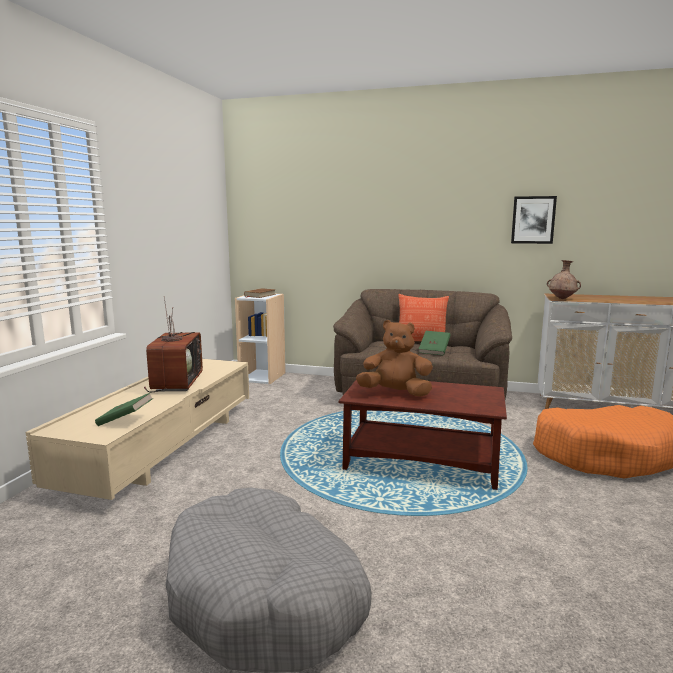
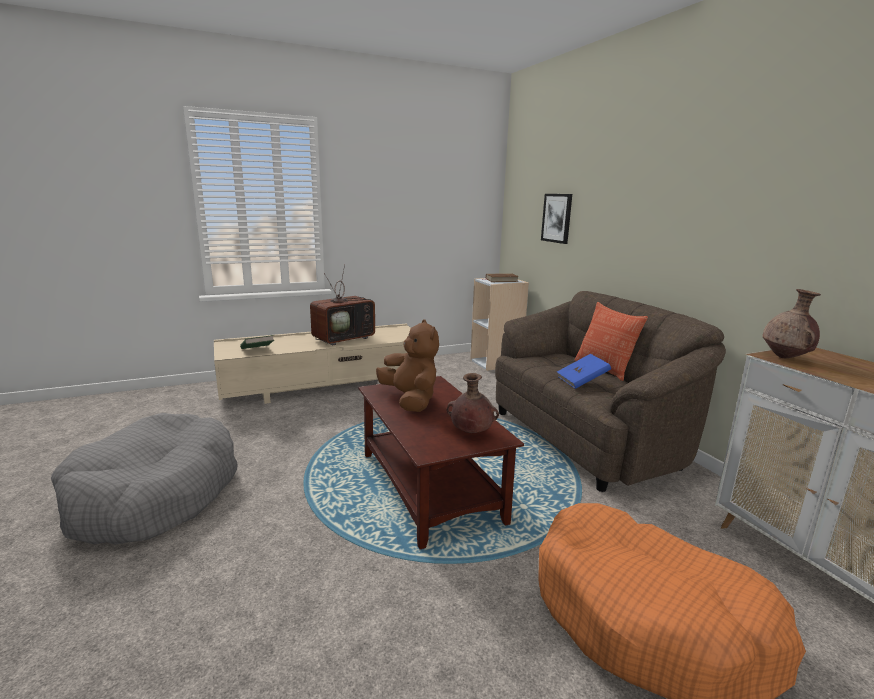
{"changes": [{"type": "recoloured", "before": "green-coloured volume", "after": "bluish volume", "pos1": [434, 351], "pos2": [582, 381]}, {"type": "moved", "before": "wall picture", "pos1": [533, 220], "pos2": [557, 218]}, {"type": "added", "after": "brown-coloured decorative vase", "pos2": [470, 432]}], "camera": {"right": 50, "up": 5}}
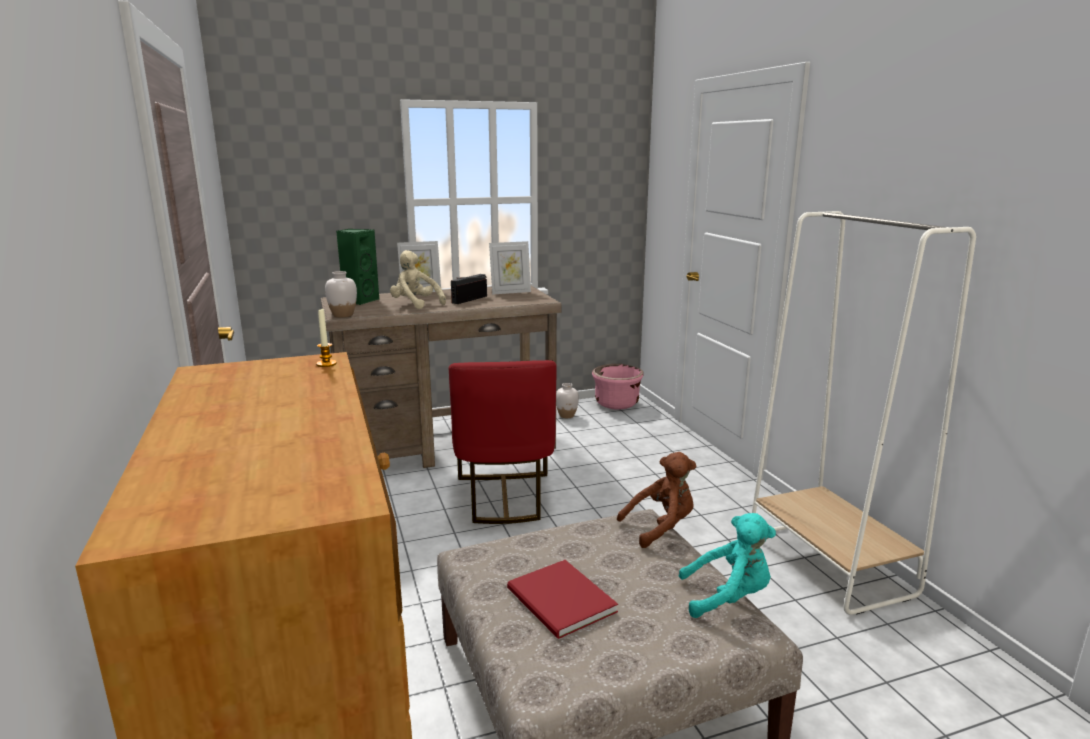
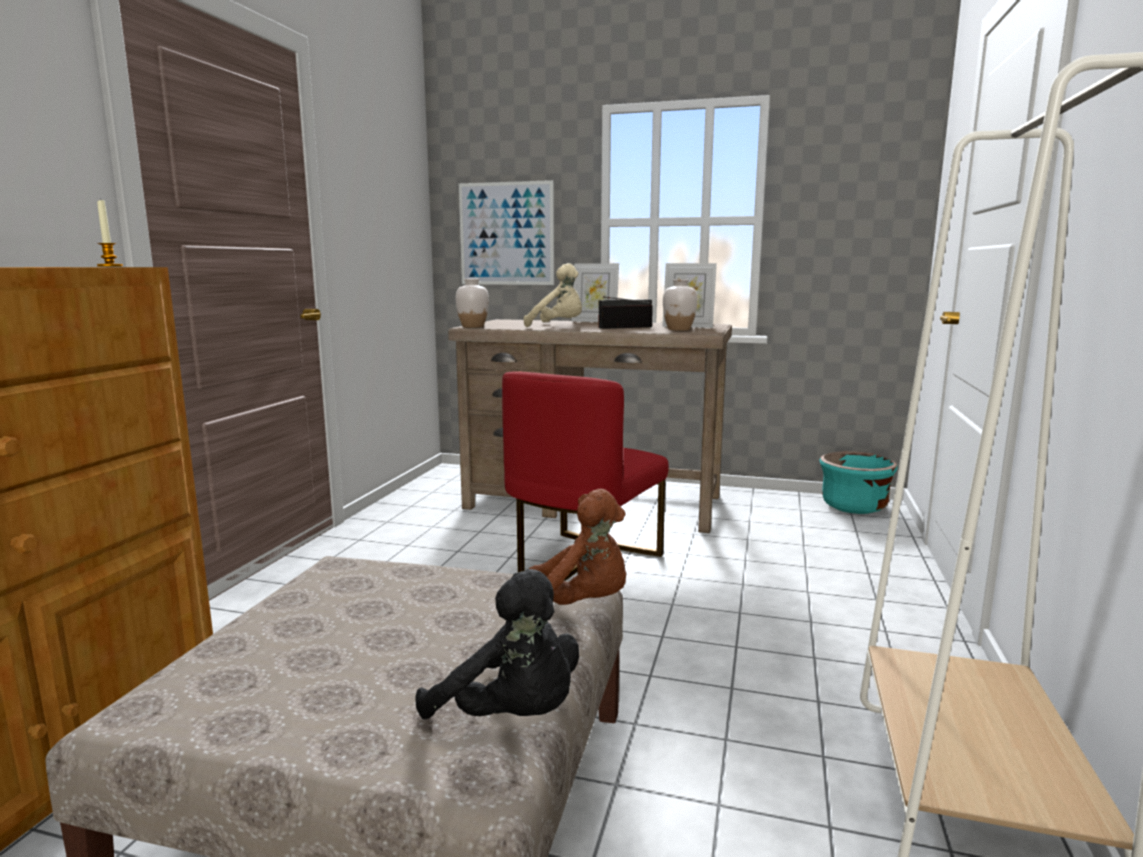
{"changes": [{"type": "removed", "before": "green-coloured speaker", "pos1": [360, 300]}, {"type": "turned", "before": "beige-coloured plush toy", "pos1": [415, 305], "pos2": [559, 326], "turn": 135}, {"type": "removed", "before": "red-coloured volume", "pos1": [560, 603]}, {"type": "moved", "before": "whitish decorative vase", "pos1": [566, 415], "pos2": [679, 329]}, {"type": "recoloured", "before": "pink-coloured planter", "after": "blue-green planter", "pos1": [616, 403], "pos2": [854, 506]}, {"type": "recoloured", "before": "blue-green plush toy", "after": "black-coloured plush toy", "pos1": [728, 598], "pos2": [512, 716]}, {"type": "added", "after": "wall picture", "pos2": [506, 234]}], "camera": {"right": 35, "up": -5}}
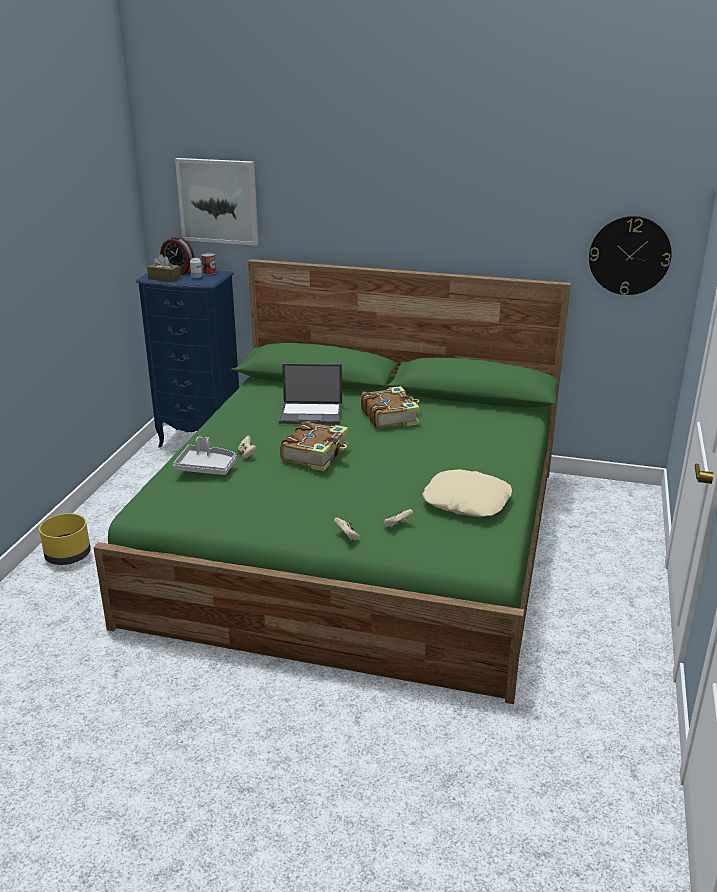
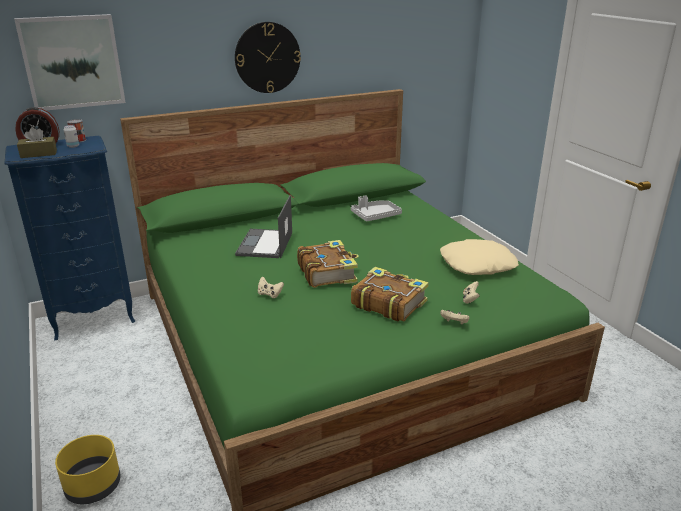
{"changes": [{"type": "moved", "before": "gray serving tray", "pos1": [206, 467], "pos2": [375, 216]}, {"type": "turned", "before": "portable computer", "pos1": [312, 413], "pos2": [265, 244], "turn": 135}, {"type": "moved", "before": "volume", "pos1": [390, 416], "pos2": [388, 303]}, {"type": "moved", "before": "wall clock", "pos1": [629, 255], "pos2": [267, 57]}], "camera": {"right": -40, "up": 0}}
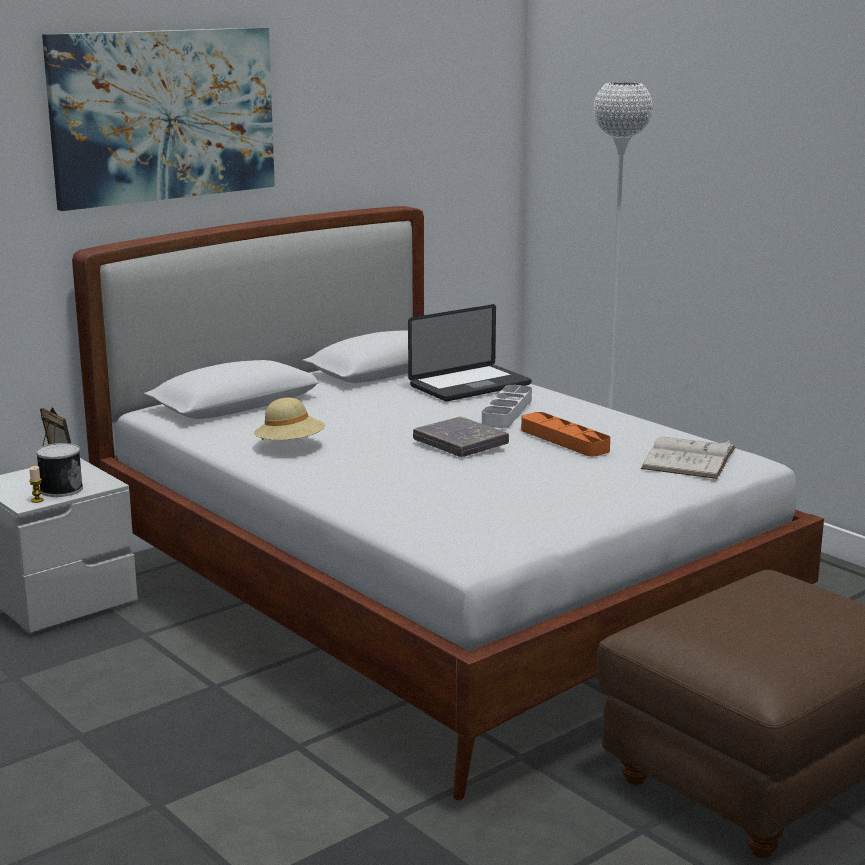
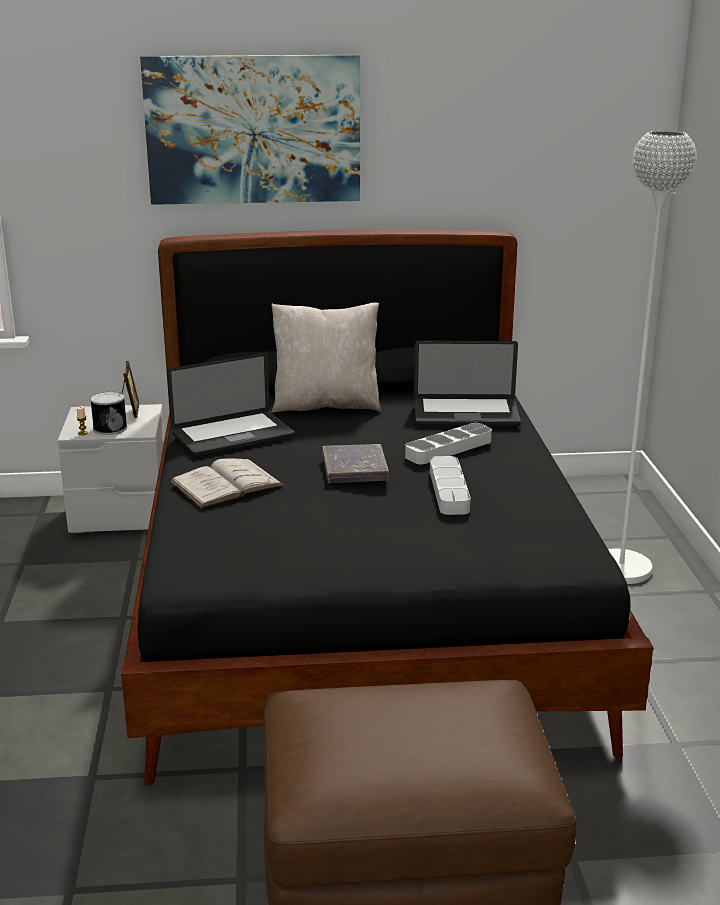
{"changes": [{"type": "recoloured", "before": "whitish bed", "after": "black-coloured bed", "pos1": [433, 603], "pos2": [361, 604]}, {"type": "replaced", "before": "beige-coloured clothing hat", "after": "portable computer", "pos1": [290, 446], "pos2": [233, 436]}, {"type": "recoloured", "before": "orange serving tray", "after": "gray serving tray", "pos1": [564, 440], "pos2": [449, 490]}, {"type": "moved", "before": "whitish volume", "pos1": [689, 458], "pos2": [226, 483]}, {"type": "added", "after": "beige-coloured throw pillow", "pos2": [326, 405]}], "camera": {"right": 35, "up": 5}}
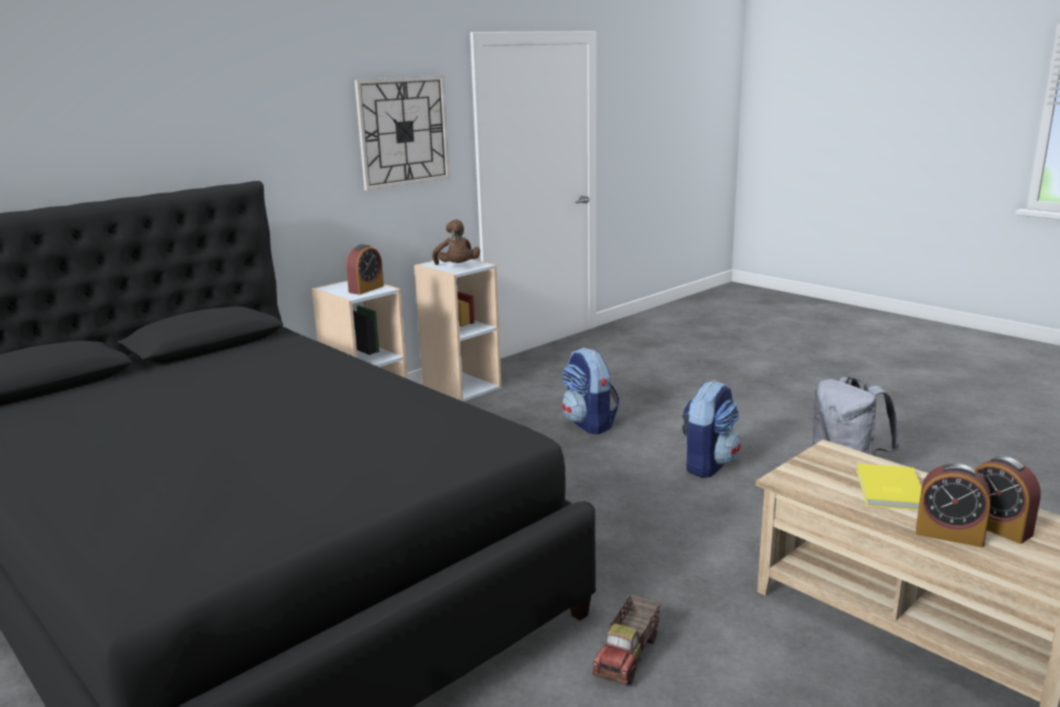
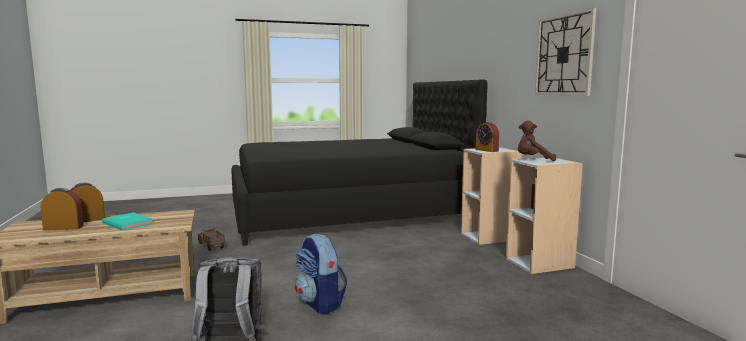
{"changes": [{"type": "removed", "before": "backpack", "pos1": [589, 424]}, {"type": "recoloured", "before": "yellow volume", "after": "blue-green volume", "pos1": [888, 490], "pos2": [129, 222]}], "camera": {"right": 115, "up": -10}}
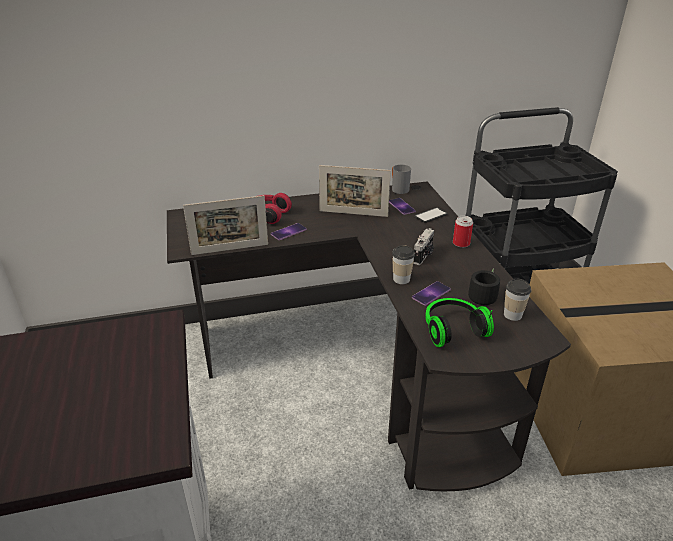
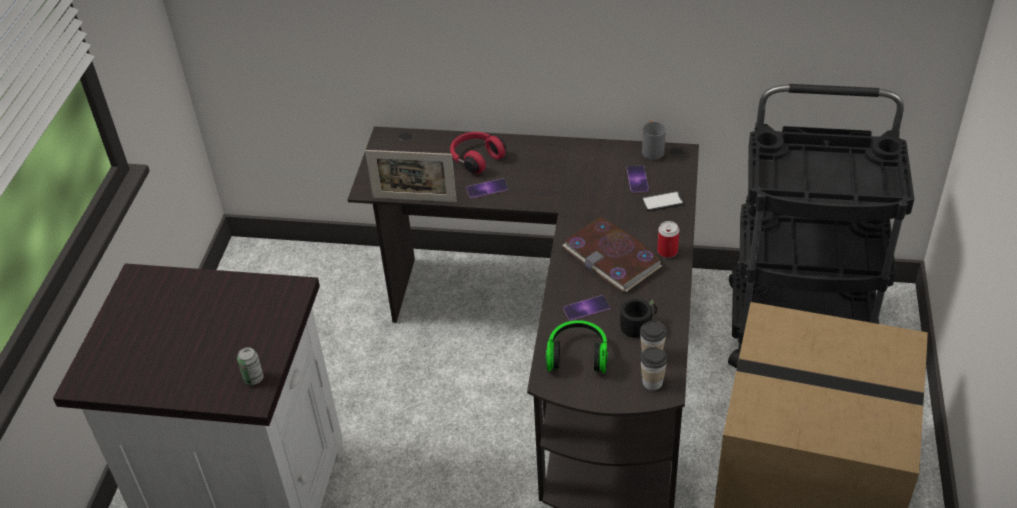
{"changes": [{"type": "removed", "before": "standing frame", "pos1": [353, 213]}, {"type": "moved", "before": "small cup", "pos1": [401, 279], "pos2": [652, 382]}, {"type": "replaced", "before": "photo camera", "after": "volume", "pos1": [423, 256], "pos2": [613, 258]}, {"type": "added", "after": "sealed can", "pos2": [253, 378]}], "camera": {"right": 25, "up": 10}}
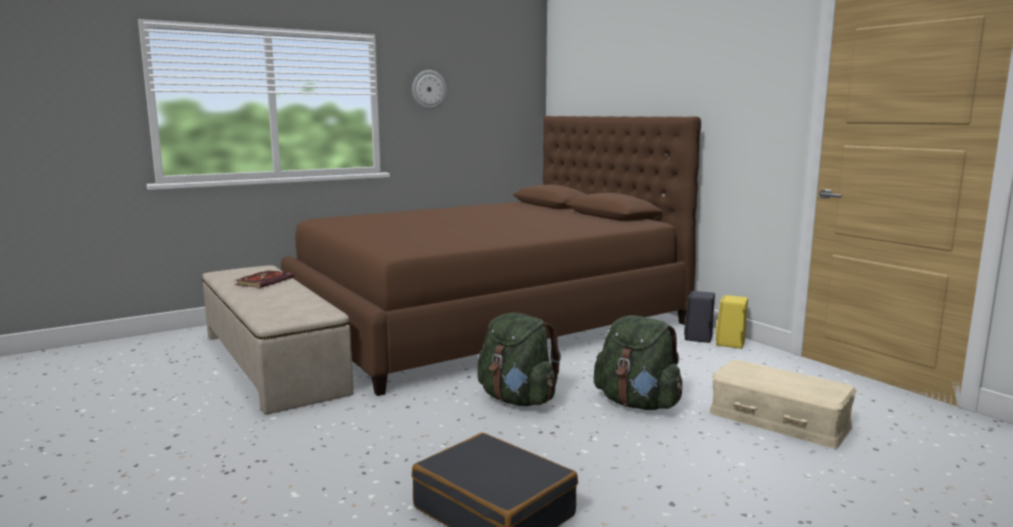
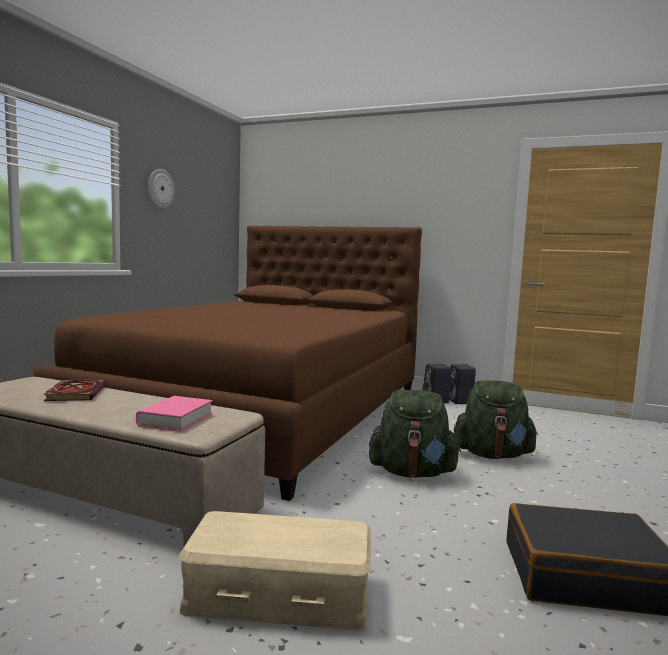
{"changes": [{"type": "moved", "before": "beige-coloured storage container", "pos1": [779, 419], "pos2": [279, 592]}, {"type": "recoloured", "before": "yellow speaker", "after": "black-coloured speaker", "pos1": [730, 344], "pos2": [460, 401]}, {"type": "added", "after": "pink-coloured volume", "pos2": [175, 419]}], "camera": {"right": -35, "up": -5}}
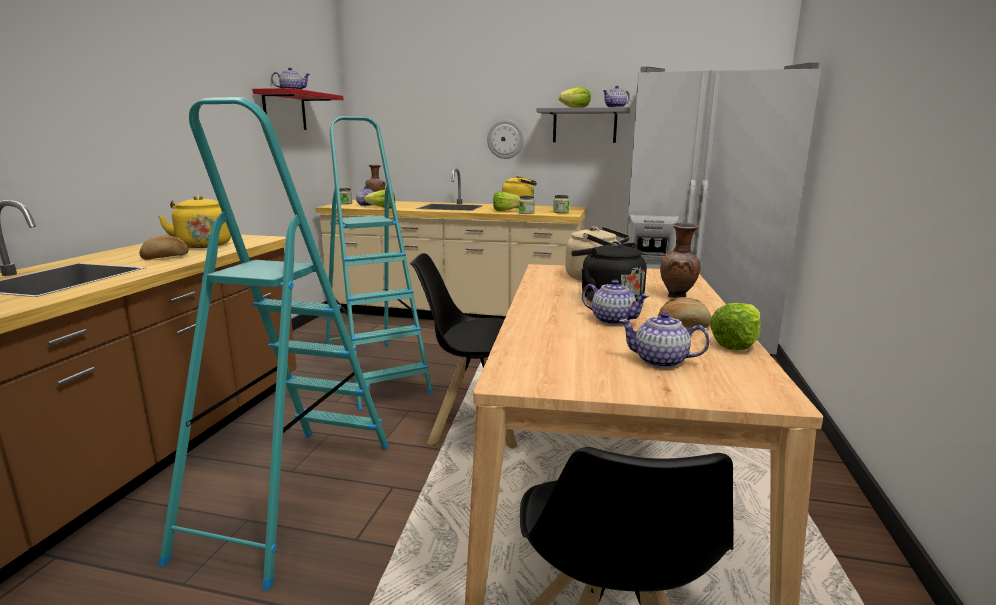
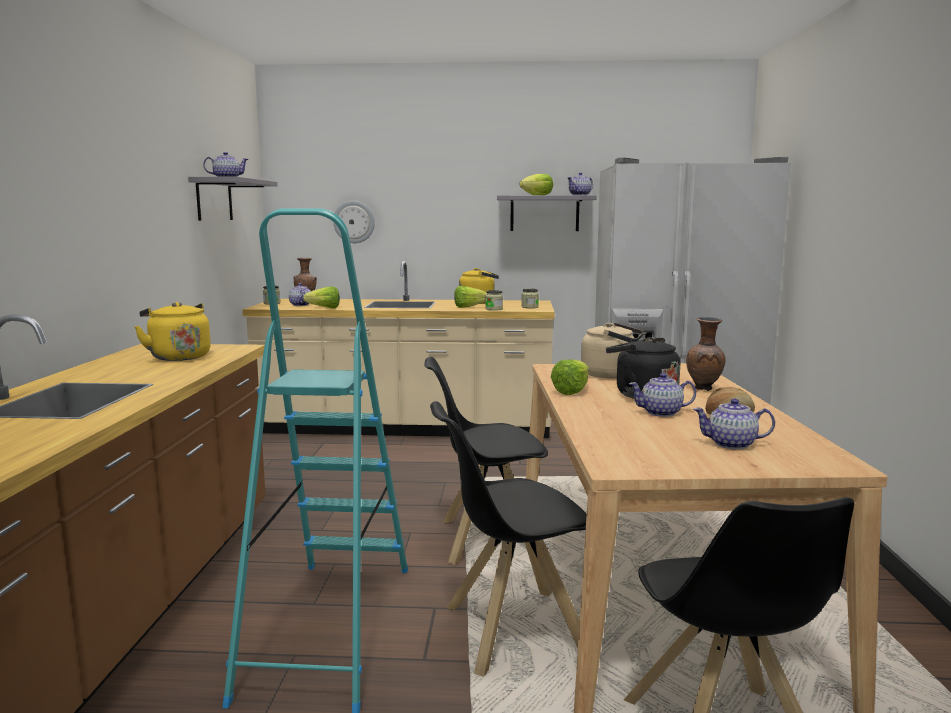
{"changes": [{"type": "removed", "before": "baked bread", "pos1": [165, 257]}, {"type": "recoloured", "before": "red-coloured wall shelf", "after": "gray wall shelf", "pos1": [284, 111], "pos2": [214, 200]}, {"type": "removed", "before": "blue-green stepladder", "pos1": [375, 372]}, {"type": "moved", "before": "wall clock", "pos1": [505, 139], "pos2": [354, 222]}, {"type": "turned", "before": "teapot", "pos1": [612, 320], "pos2": [661, 413], "turn": 150}, {"type": "moved", "before": "head of lettuce", "pos1": [740, 343], "pos2": [575, 390]}, {"type": "added", "after": "black-coloured upright chair", "pos2": [511, 631]}], "camera": {"right": -10, "up": -5}}
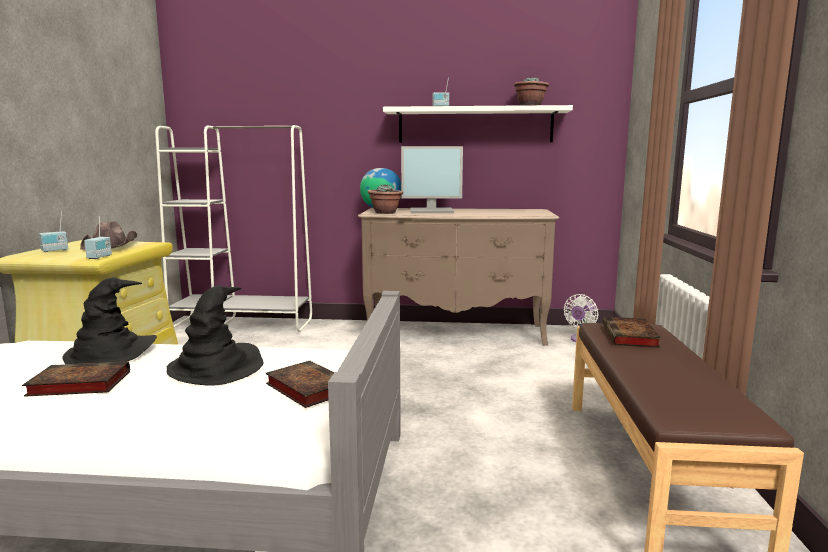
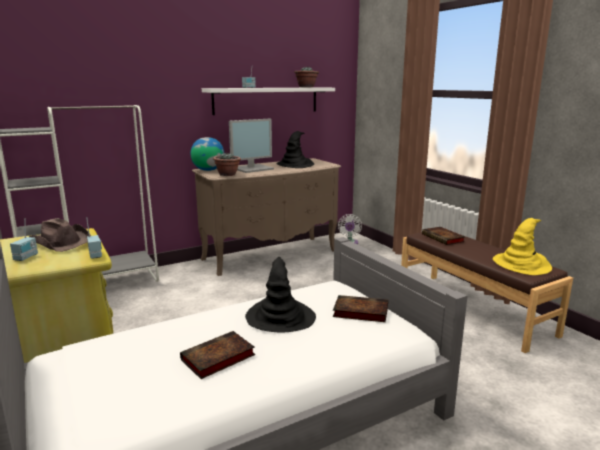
{"changes": [{"type": "moved", "before": "black-coloured clothing hat", "pos1": [110, 353], "pos2": [295, 165]}, {"type": "added", "after": "yellow clothing hat", "pos2": [522, 264]}], "camera": {"right": -35, "up": 5}}
